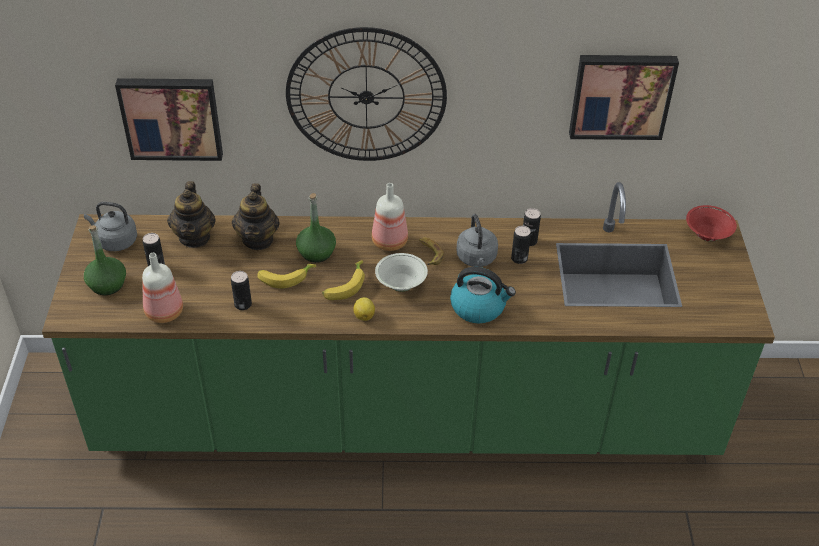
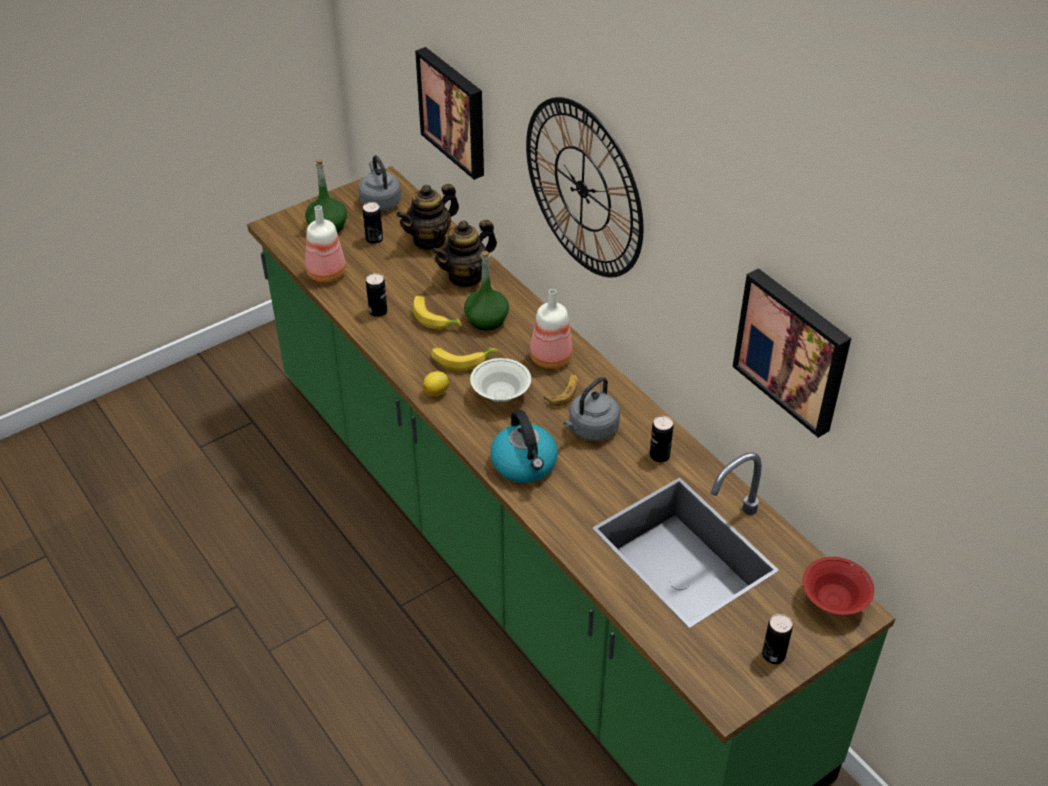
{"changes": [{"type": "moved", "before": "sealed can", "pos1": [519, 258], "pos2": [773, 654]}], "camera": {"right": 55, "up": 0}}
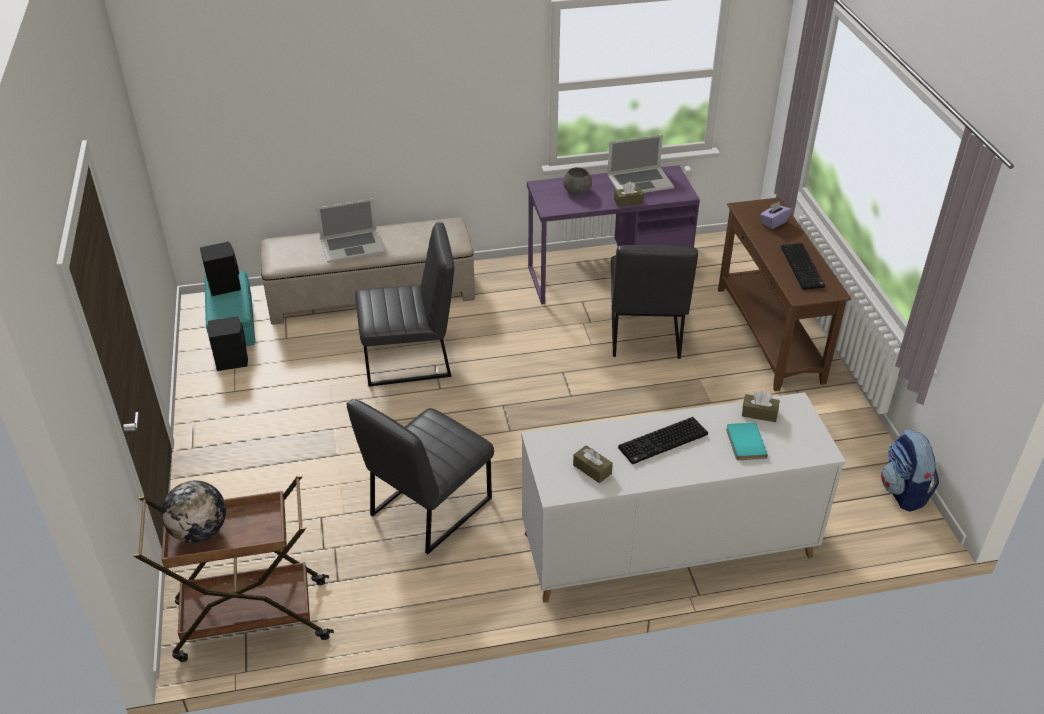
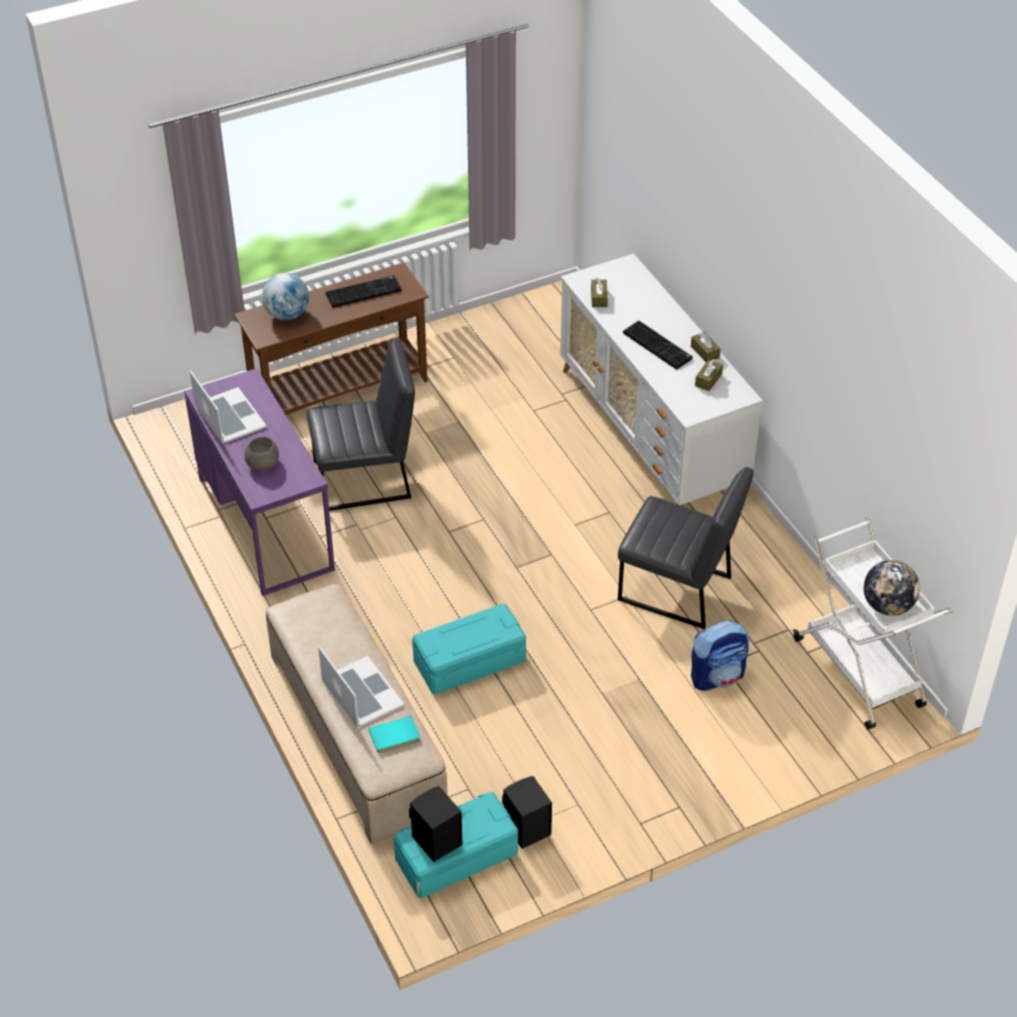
{"changes": [{"type": "recoloured", "before": "brown-coloured trolley", "after": "whitish trolley", "pos1": [252, 621], "pos2": [858, 674]}, {"type": "replaced", "before": "gray upright chair", "after": "blue-green storage container", "pos1": [410, 359], "pos2": [469, 660]}, {"type": "moved", "before": "brown-coloured tissue box", "pos1": [628, 201], "pos2": [705, 352]}, {"type": "moved", "before": "blue-green volume", "pos1": [744, 443], "pos2": [395, 737]}, {"type": "replaced", "before": "purplish tissue box", "after": "world globe", "pos1": [773, 222], "pos2": [287, 314]}, {"type": "moved", "before": "backpack", "pos1": [903, 492], "pos2": [717, 676]}], "camera": {"right": -105, "up": 5}}
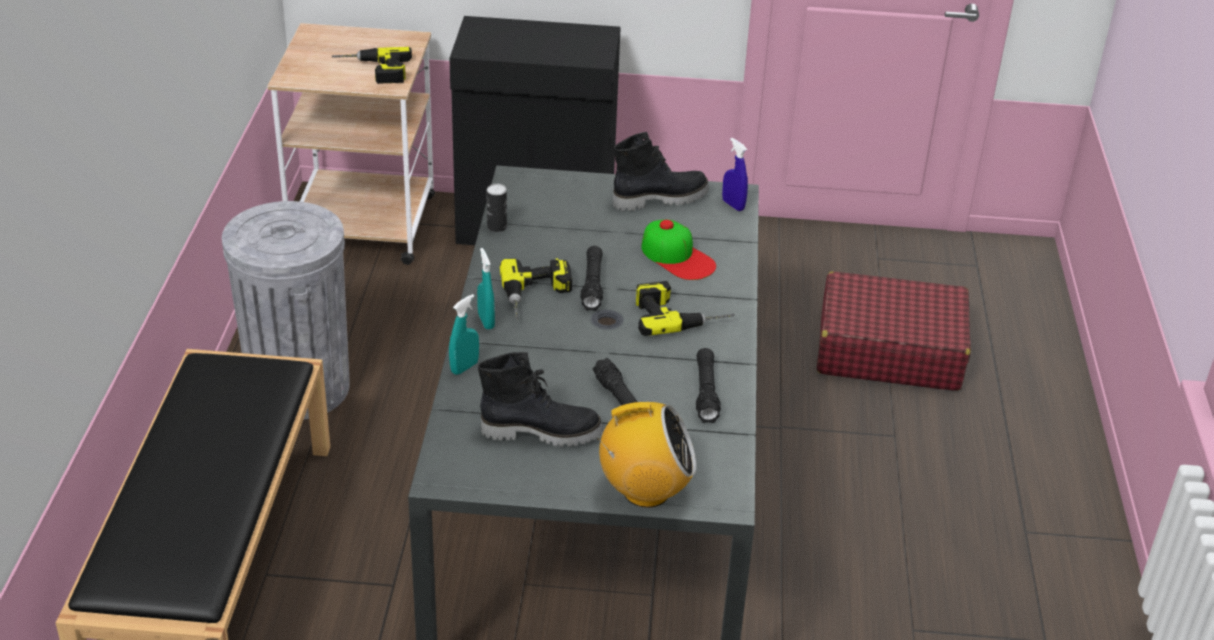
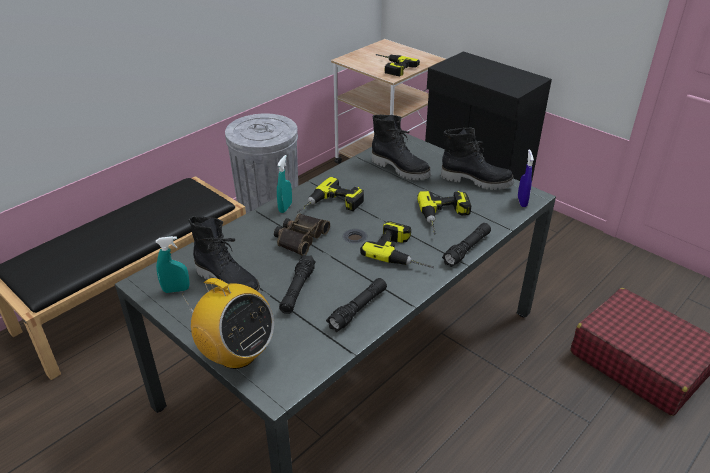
{"changes": [{"type": "moved", "before": "blue-green sprayer", "pos1": [464, 367], "pos2": [176, 290]}, {"type": "removed", "before": "sealed can", "pos1": [496, 227]}, {"type": "moved", "before": "black-coloured hand torch", "pos1": [592, 285], "pos2": [467, 249]}, {"type": "replaced", "before": "peaked cap", "after": "electric drill", "pos1": [677, 257], "pos2": [446, 218]}, {"type": "added", "after": "binoculars", "pos2": [300, 238]}, {"type": "added", "after": "black-coloured boot", "pos2": [401, 169]}], "camera": {"right": 40, "up": 0}}
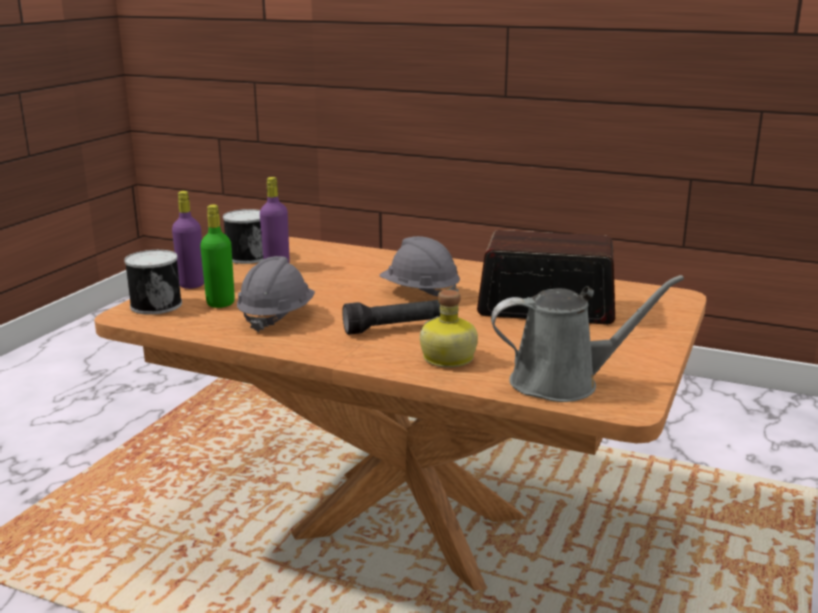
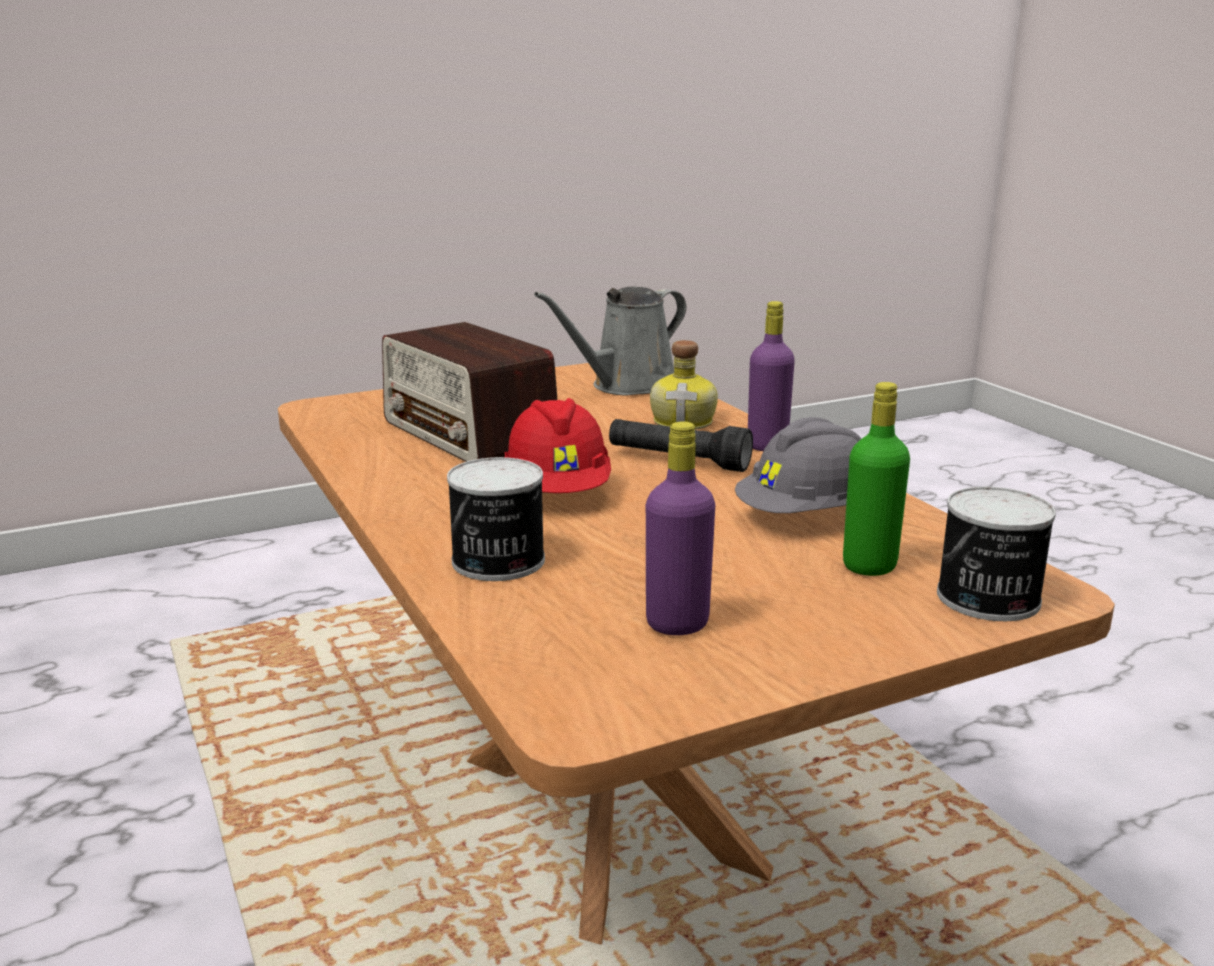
{"changes": [{"type": "moved", "before": "purplish bottle", "pos1": [191, 284], "pos2": [767, 446]}, {"type": "moved", "before": "sealed can", "pos1": [247, 256], "pos2": [497, 562]}, {"type": "recoloured", "before": "gray work helmet", "after": "red-coloured work helmet", "pos1": [420, 293], "pos2": [558, 491]}, {"type": "turned", "before": "gray watering pot", "pos1": [563, 382], "pos2": [627, 386], "turn": -75}], "camera": {"right": -140, "up": 0}}
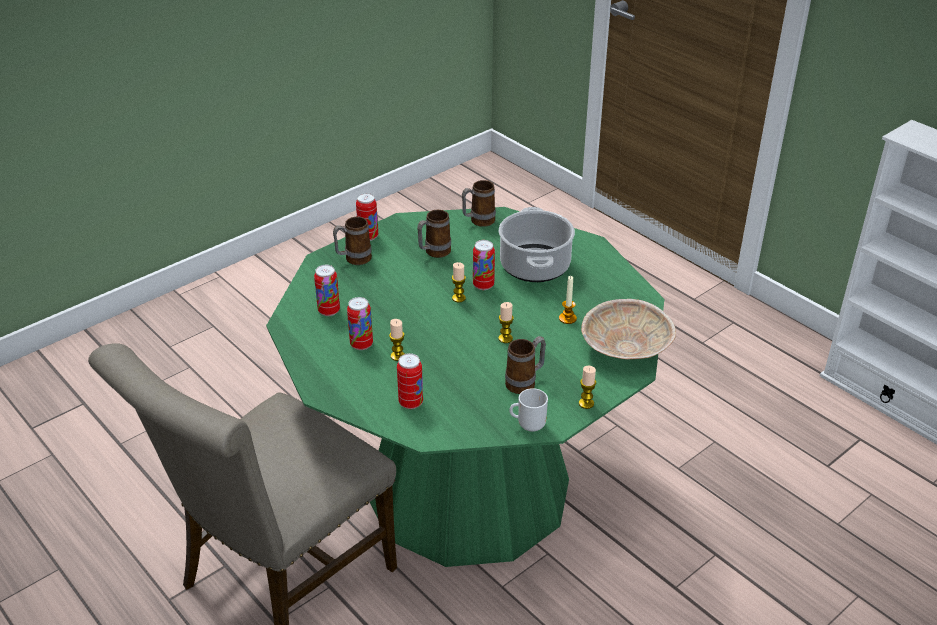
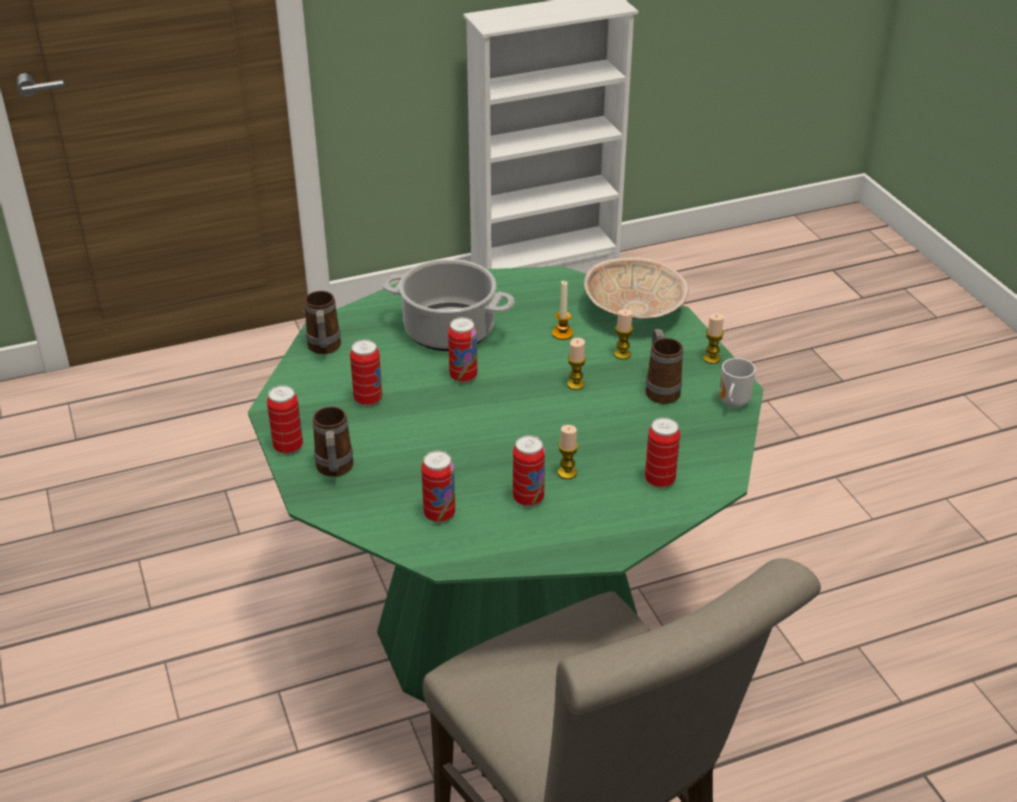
{"changes": [{"type": "replaced", "before": "tea mug", "after": "sealed can", "pos1": [433, 253], "pos2": [368, 399]}, {"type": "moved", "before": "candle", "pos1": [458, 298], "pos2": [622, 354]}], "camera": {"right": -70, "up": 0}}
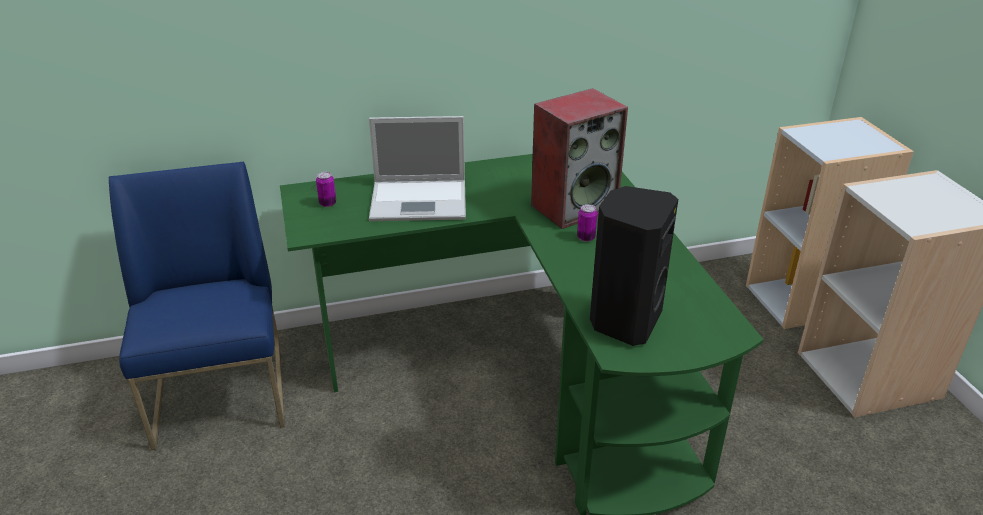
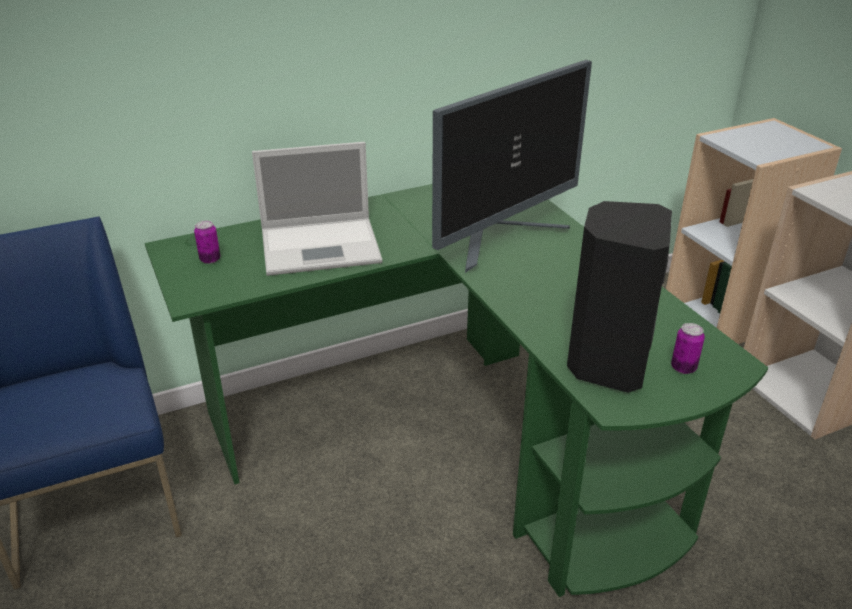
{"changes": [{"type": "replaced", "before": "speaker", "after": "monitor", "pos1": [574, 206], "pos2": [502, 237]}, {"type": "moved", "before": "sealed can", "pos1": [586, 238], "pos2": [683, 368]}], "camera": {"right": -10, "up": 0}}
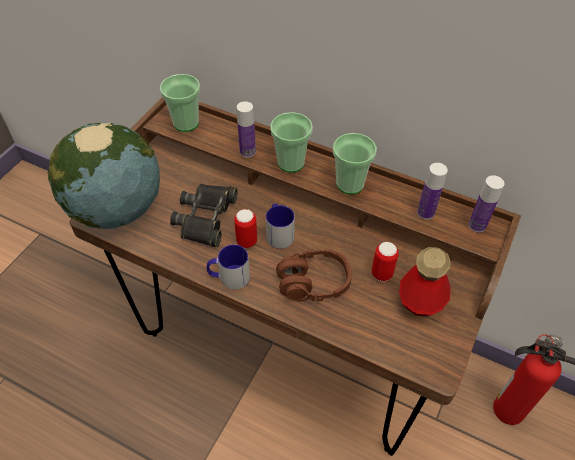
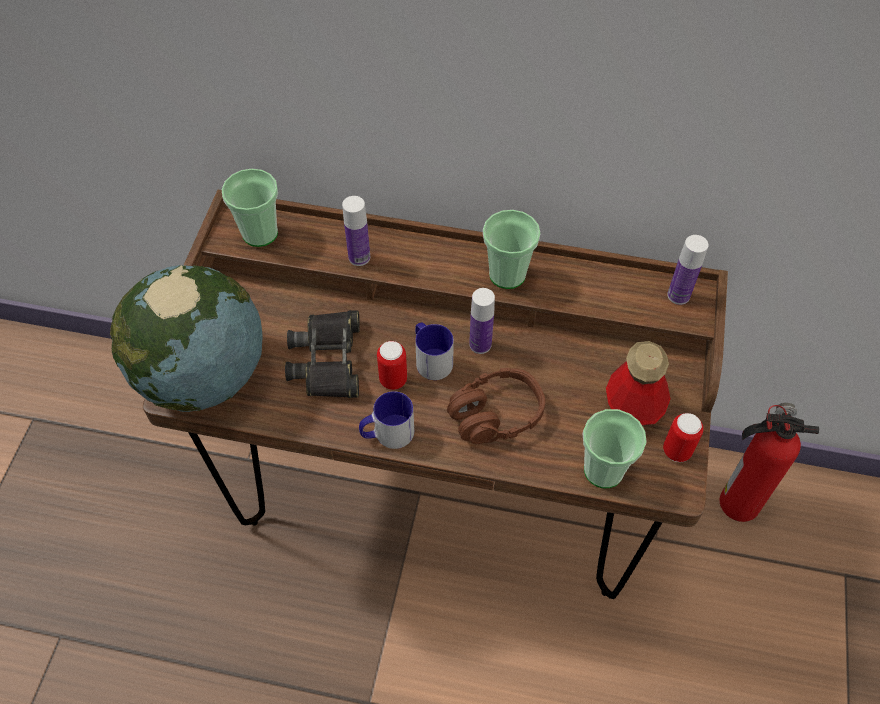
{"changes": [{"type": "moved", "before": "small cup", "pos1": [291, 163], "pos2": [603, 470]}, {"type": "moved", "before": "sealed can", "pos1": [382, 273], "pos2": [677, 451]}, {"type": "moved", "before": "bottle", "pos1": [425, 213], "pos2": [480, 344]}], "camera": {"right": -15, "up": 5}}
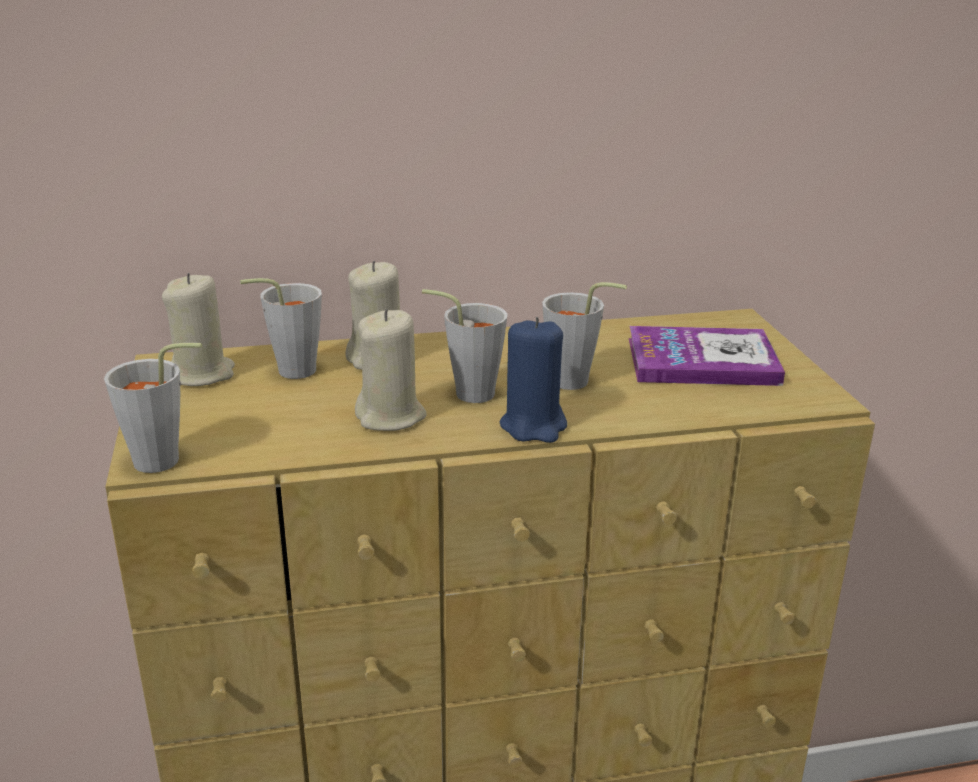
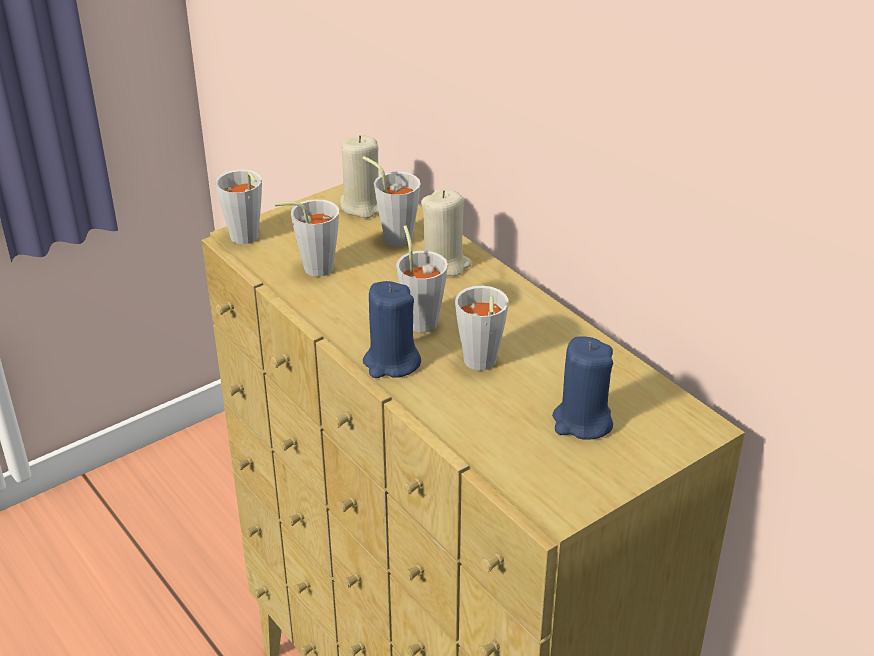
{"changes": [{"type": "removed", "before": "beige-coloured candle", "pos1": [391, 416]}, {"type": "replaced", "before": "volume", "after": "bluish candle", "pos1": [702, 361], "pos2": [582, 422]}, {"type": "added", "after": "gray small cup", "pos2": [311, 269]}], "camera": {"right": 65, "up": 10}}
